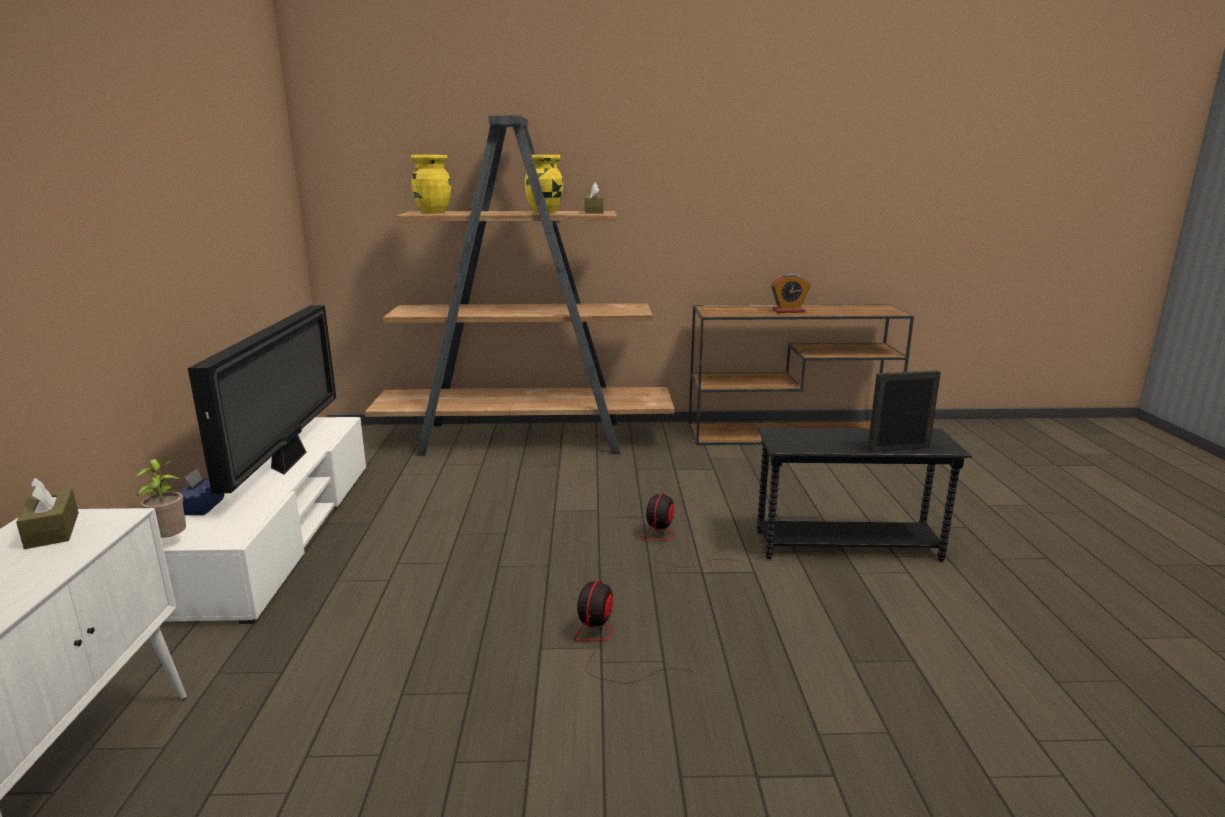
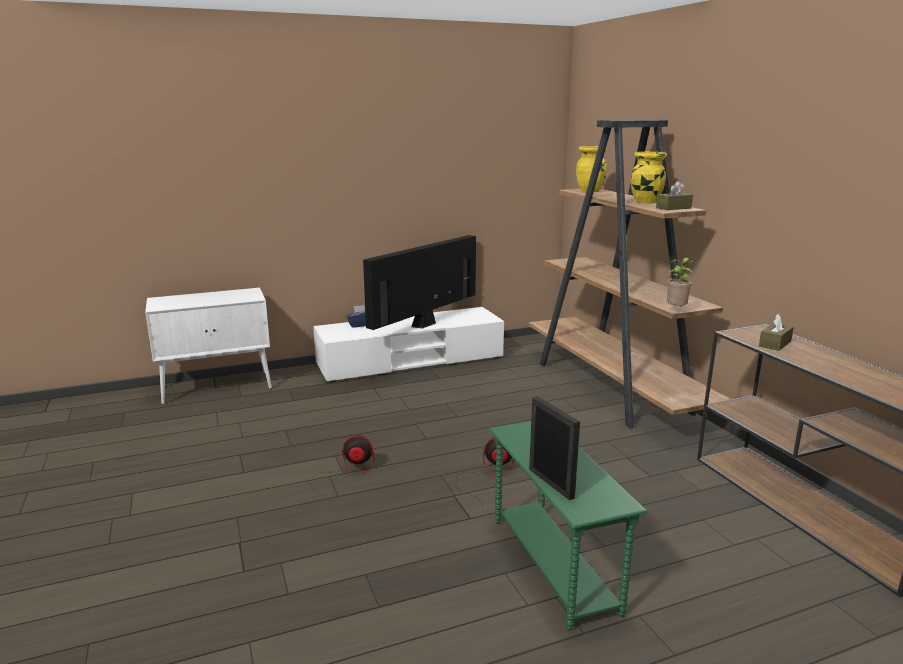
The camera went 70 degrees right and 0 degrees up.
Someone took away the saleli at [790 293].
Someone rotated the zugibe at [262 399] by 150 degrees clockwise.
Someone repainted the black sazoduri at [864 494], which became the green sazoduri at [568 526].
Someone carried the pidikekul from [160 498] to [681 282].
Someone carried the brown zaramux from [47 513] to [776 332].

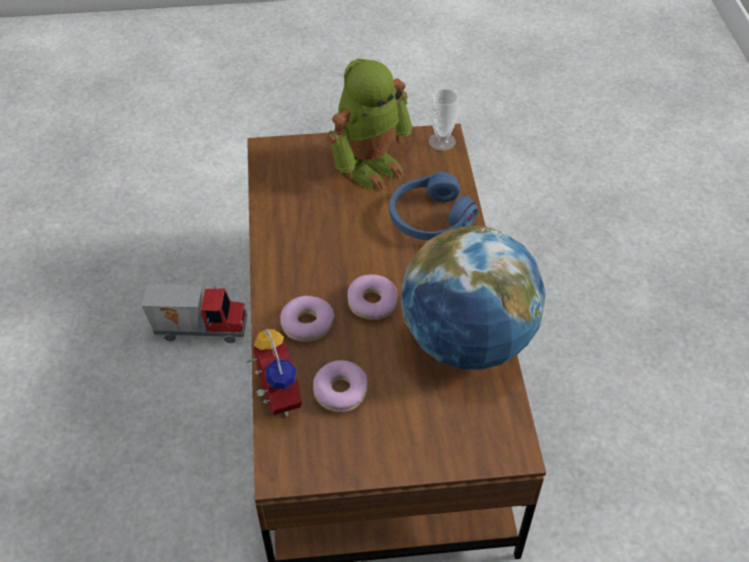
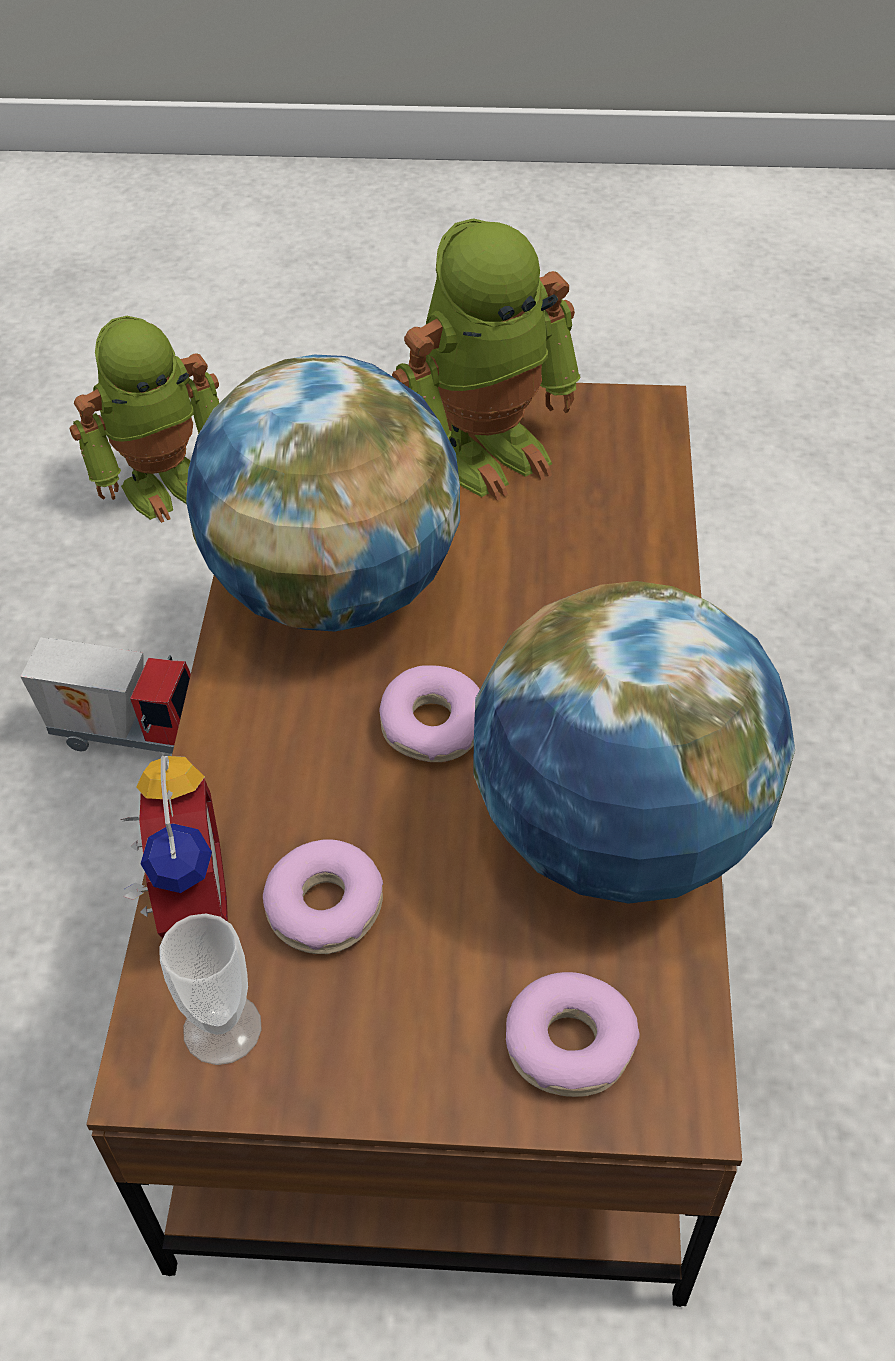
The camera went 10 degrees right and 0 degrees up.
Someone carried the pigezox from [444 120] to [210 989].
Someone took away the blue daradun at [434 206].
Someone carried the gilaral from [307 319] to [573 1034].
Someone put down the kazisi at [144 419].
Someone put down the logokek at [323 493].

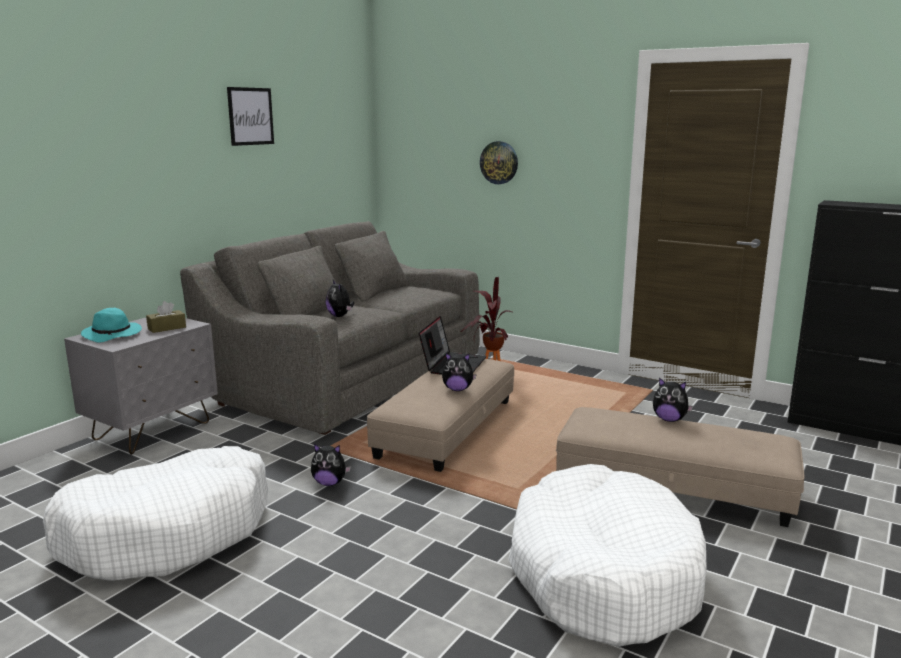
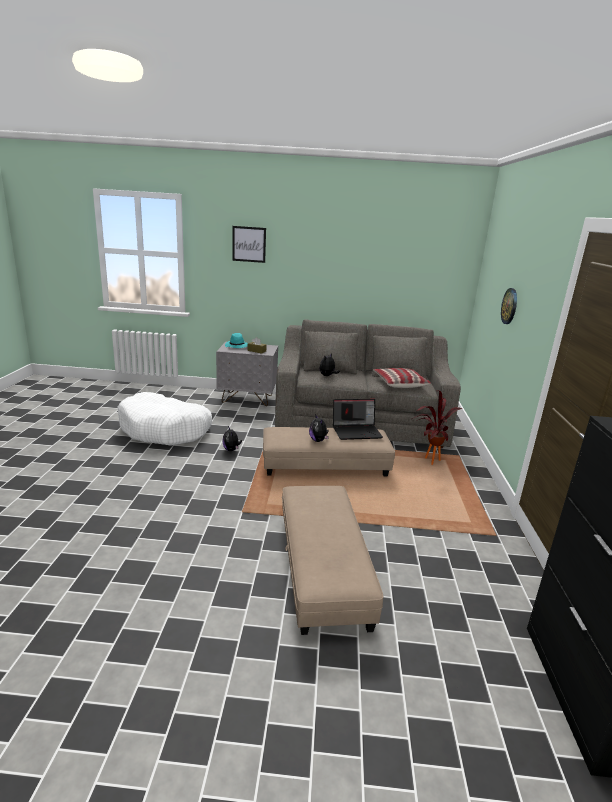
The camera went 60 degrees right and 5 degrees up.
Someone carried the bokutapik from [250 116] to [249 244].
Someone took away the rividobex at [673 399].
Someone took away the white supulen at [607 555].
Someone put down the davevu at [402 378].

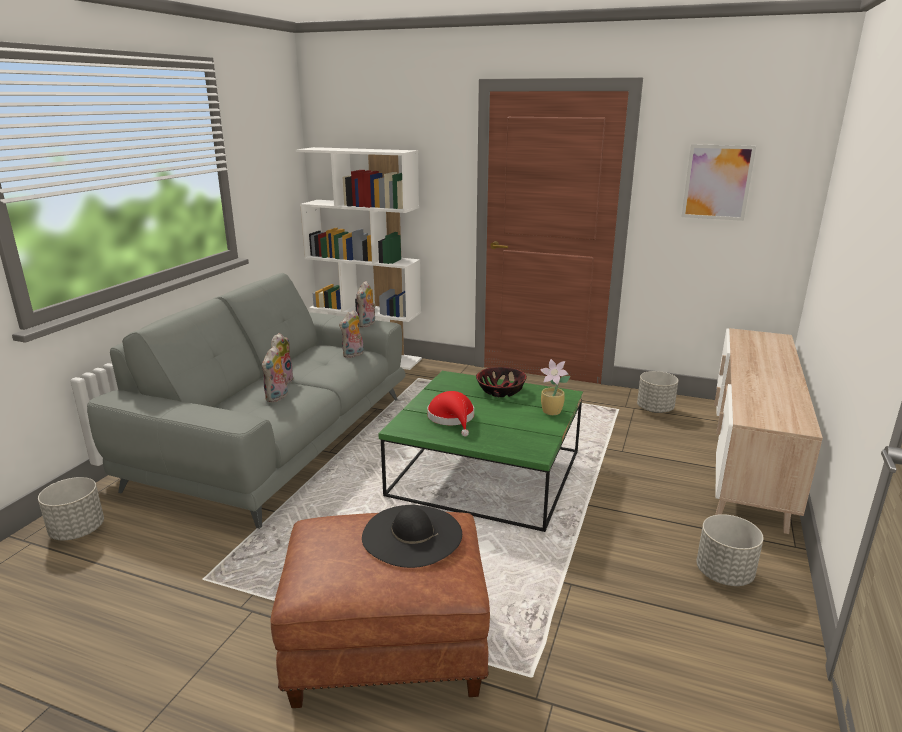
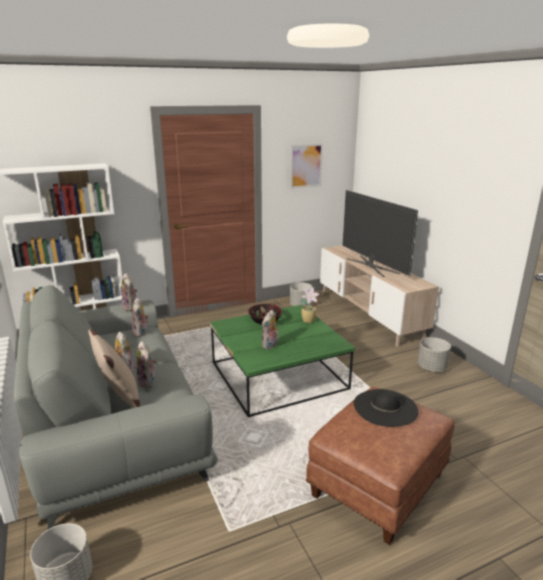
The camera went 45 degrees left and 0 degrees up.
Someone swapped the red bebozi at [450 413] for the rividobex at [270 329].
Someone put down the zugibe at [380 233].
Someone put down the beige davevu at [114 368].

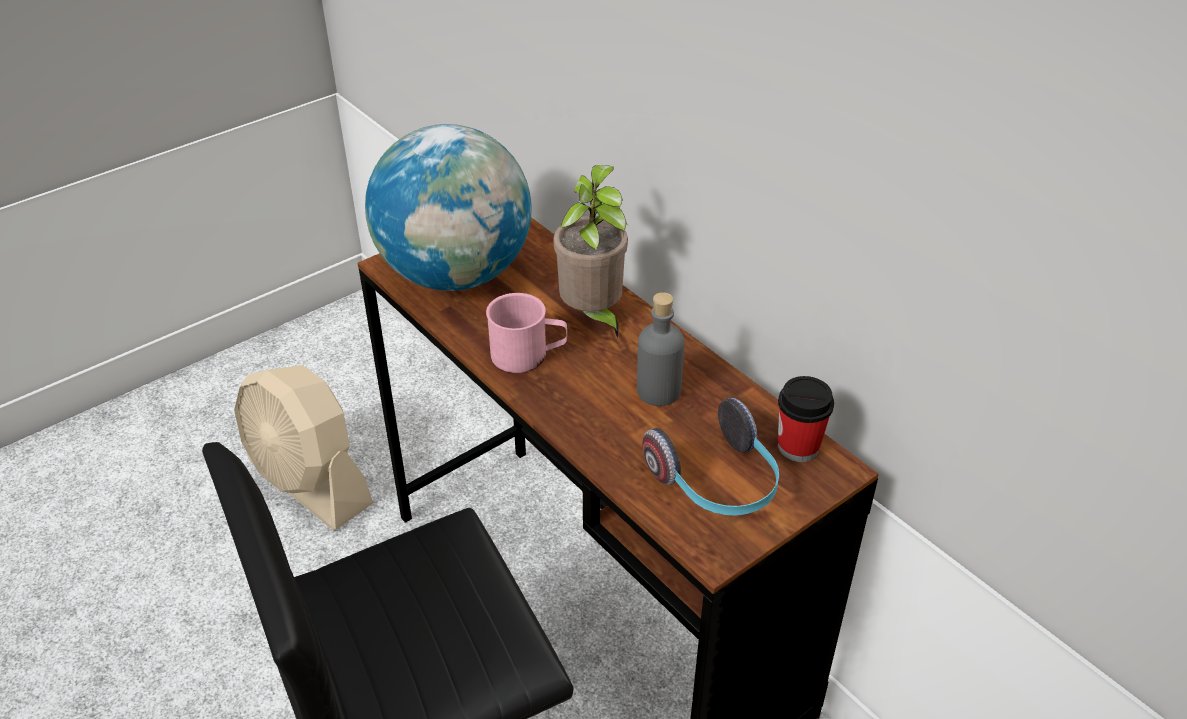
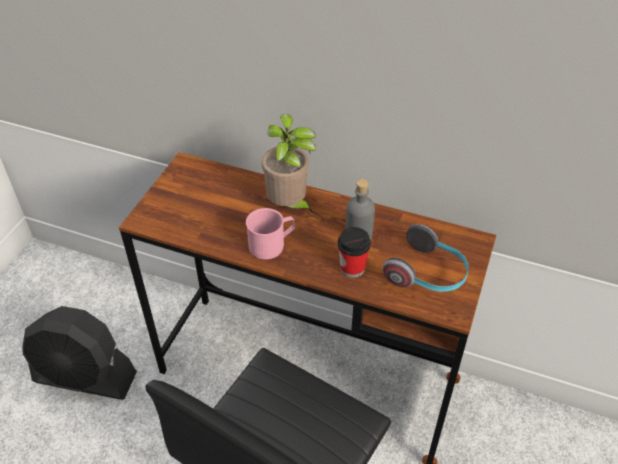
The camera went 30 degrees left and 5 degrees up.
Someone took away the logokek at [448 207].
Someone repainted the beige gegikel at [303 447], which became the black gegikel at [79 353].
Someone carried the pigezox from [806 419] to [354 252].

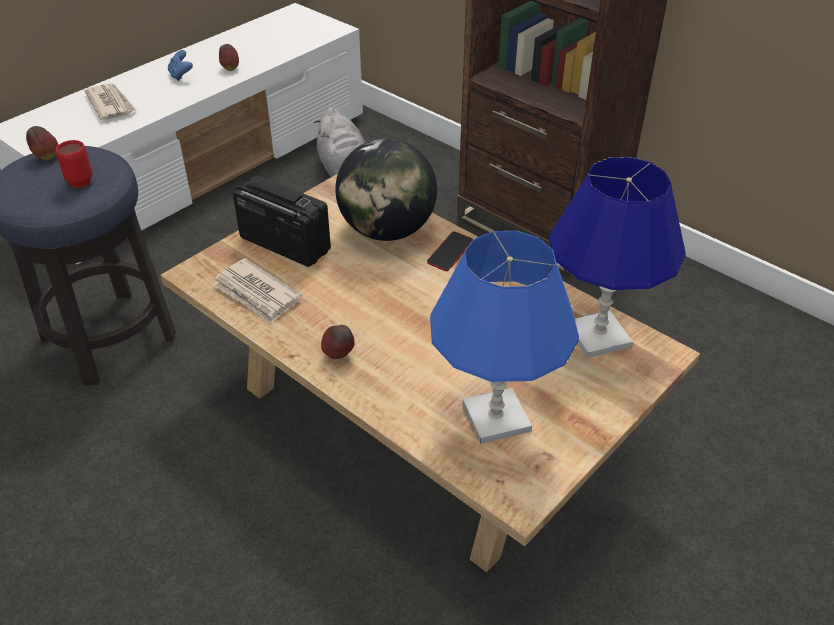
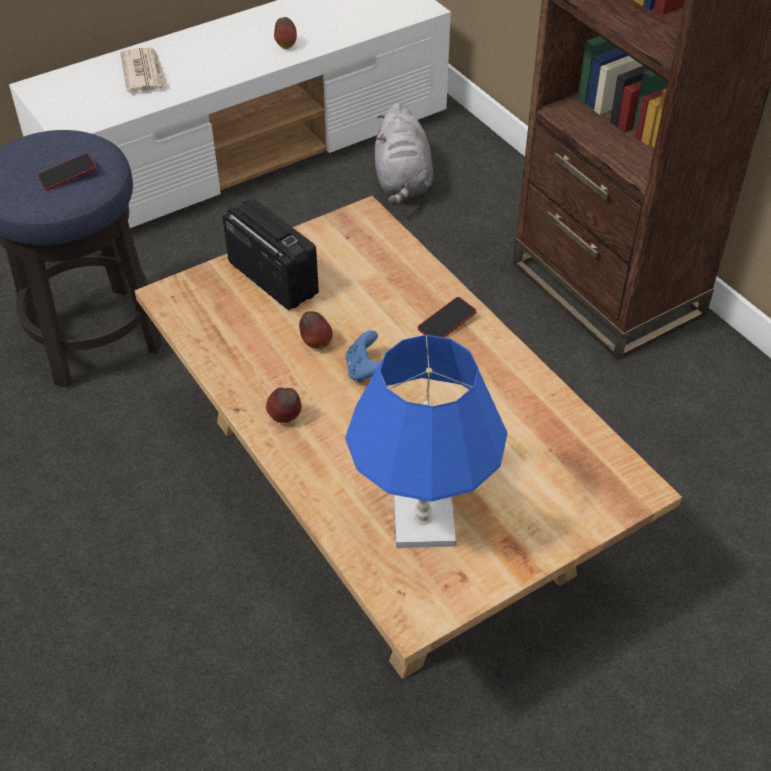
The camera went 15 degrees right and 5 degrees up.
Someone carried the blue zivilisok from [180 65] to [363 356].
Someone carried the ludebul from [42 143] to [316 330].
Someone took away the logokek at [386 189].
Someone swapped the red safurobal at [74 164] for the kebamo at [67 171].
Someone took away the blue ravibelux at [617 257].
Someone took away the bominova at [257 291].

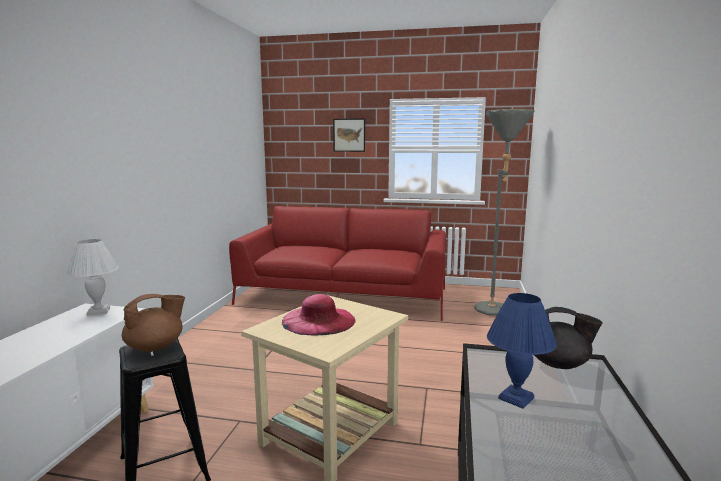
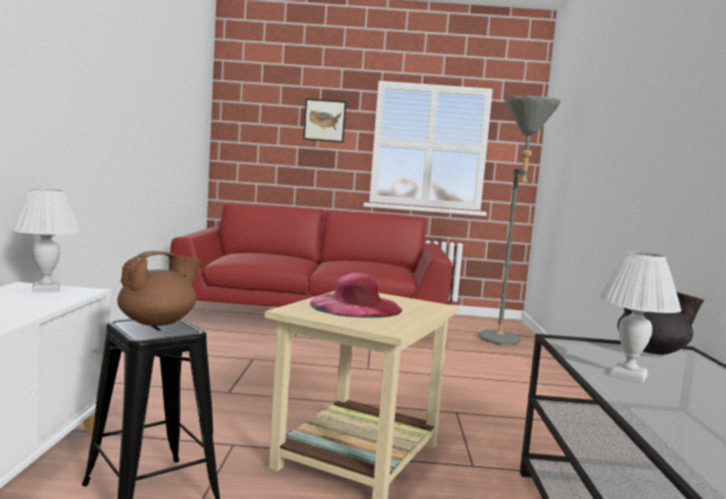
The camera went 10 degrees left and 5 degrees down.
Someone repainted the blue ravibelux at [522 351], which became the white ravibelux at [639 317].

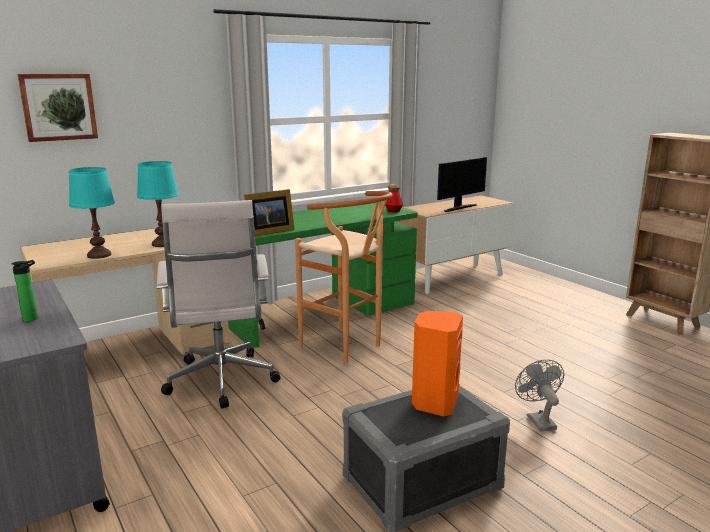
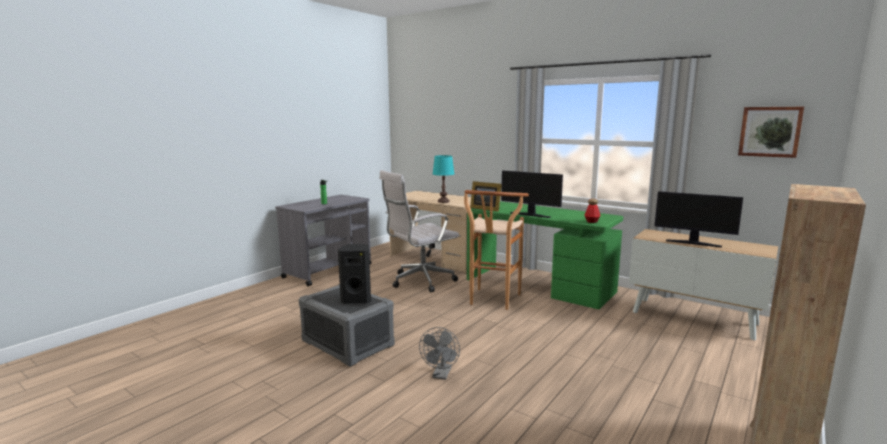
The camera went 70 degrees right and 5 degrees down.
Someone carried the bokutapik from [57 108] to [771 132].
Someone took away the turquoise ravibelux at [92 213].
Someone repainted the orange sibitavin at [437 364], which became the black sibitavin at [354 274].
Someone rotated the grey gegikel at [539 396] by 135 degrees clockwise.
Someone put down the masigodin at [532 194].

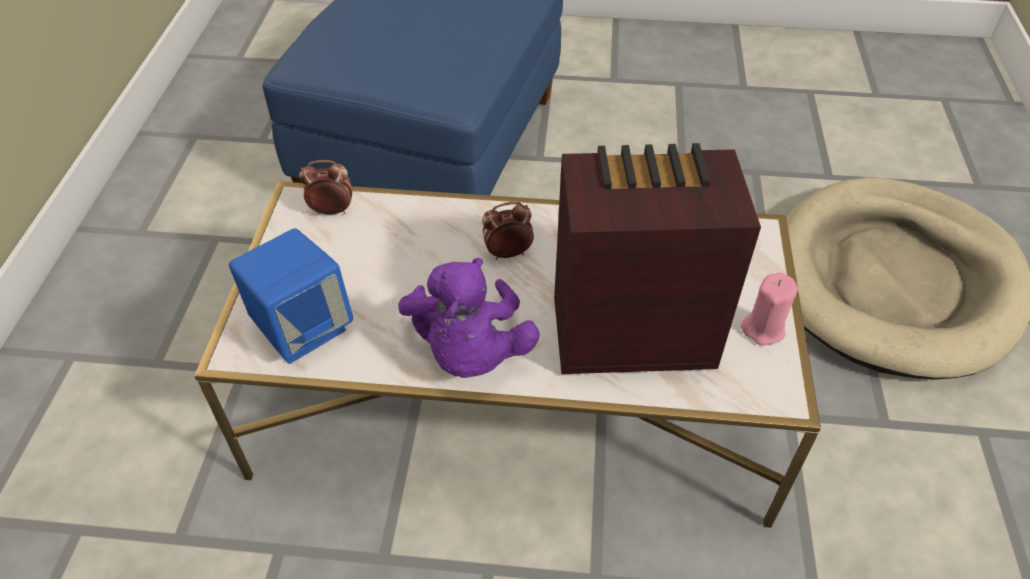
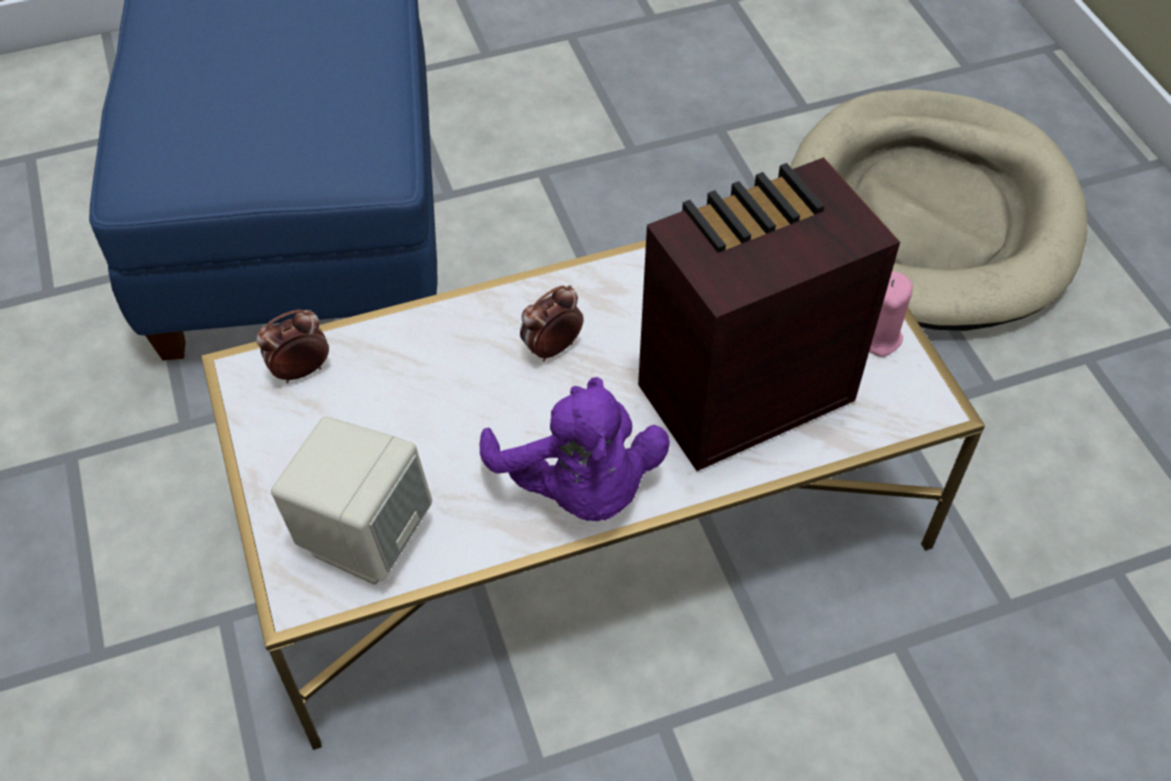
The camera went 25 degrees left and 5 degrees up.
Someone repainted the blue sibitavin at [291 296], which became the beige sibitavin at [351 500].

